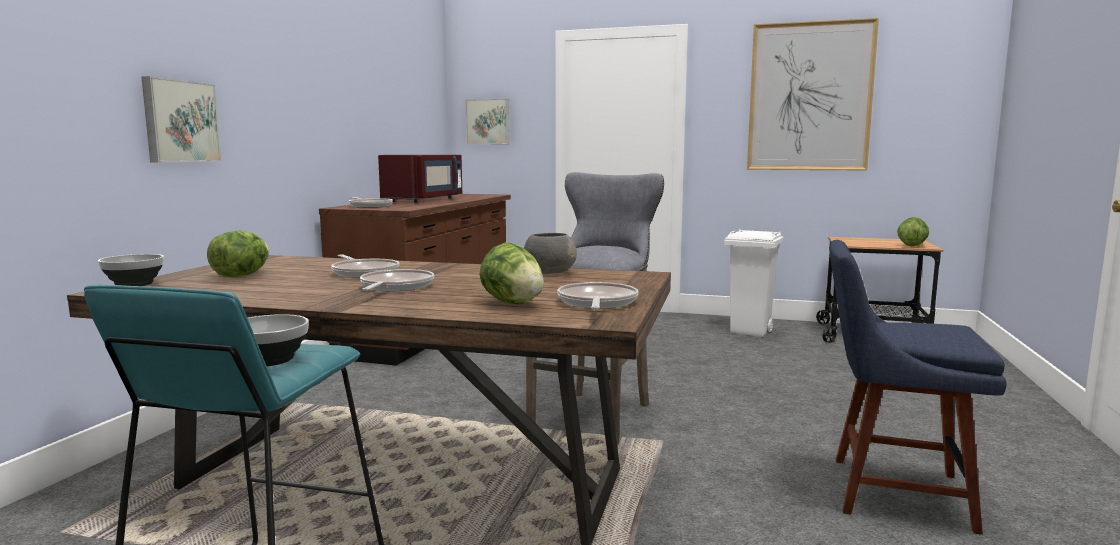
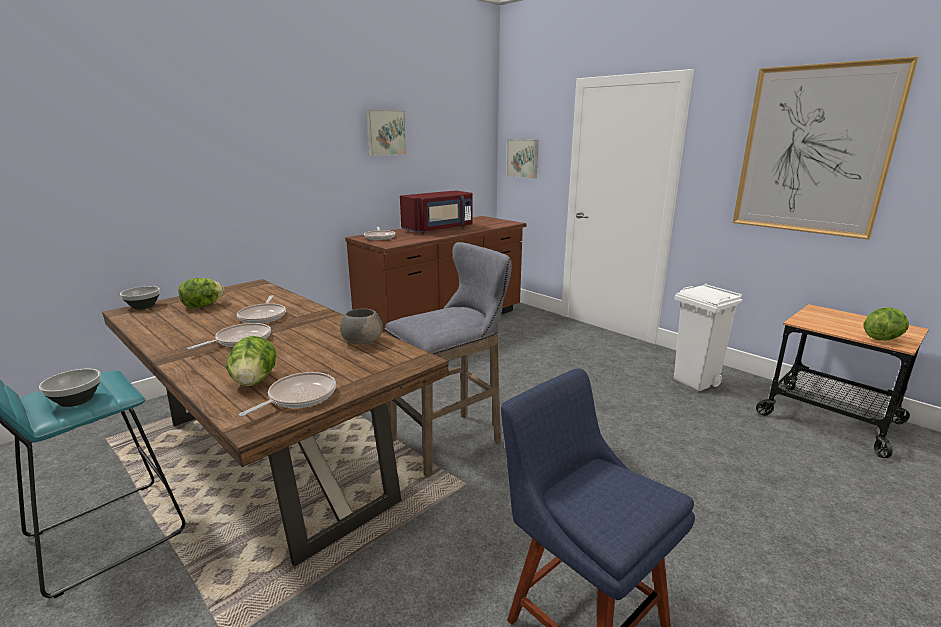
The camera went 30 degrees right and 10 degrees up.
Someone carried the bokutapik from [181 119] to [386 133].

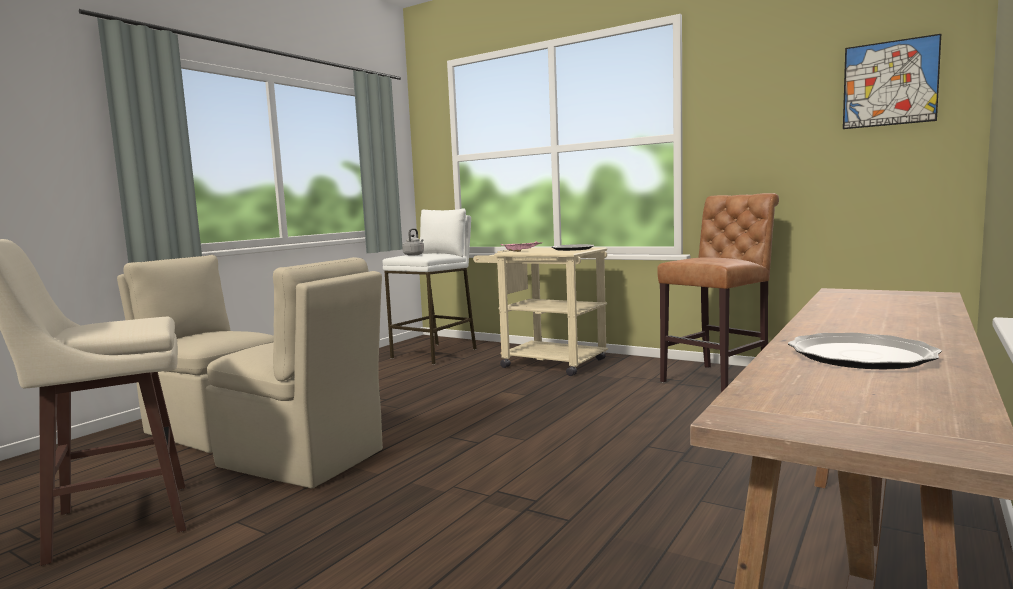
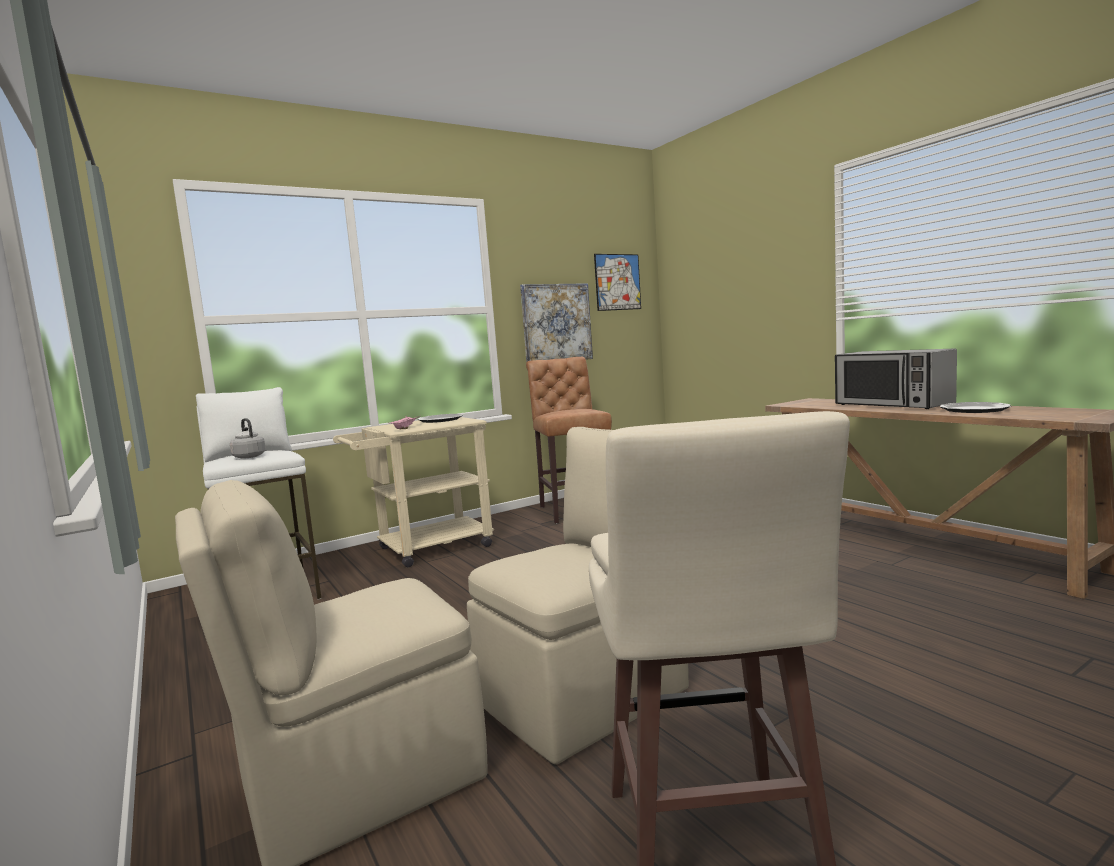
The camera went 65 degrees left and 0 degrees up.
Someone put up the bokutapik at [556 323].
Someone put down the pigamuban at [896 379].

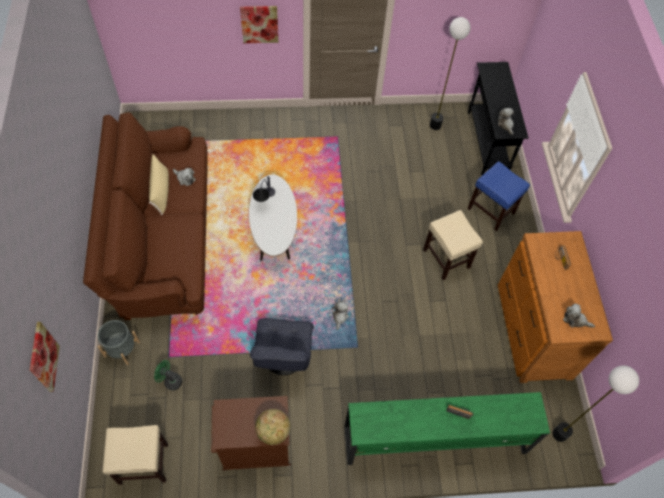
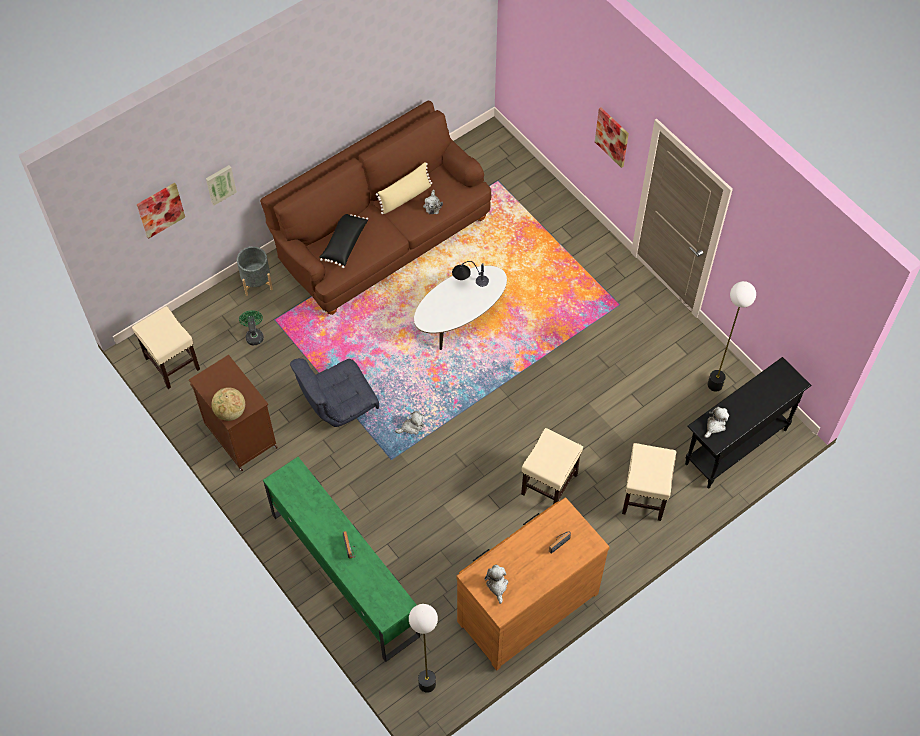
The camera went 60 degrees right and 0 degrees up.
Someone repainted the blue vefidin at [498 196], which became the beige vefidin at [649 482].
Someone put up the bokutapik at [221 185].
Someone put down the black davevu at [343 241].

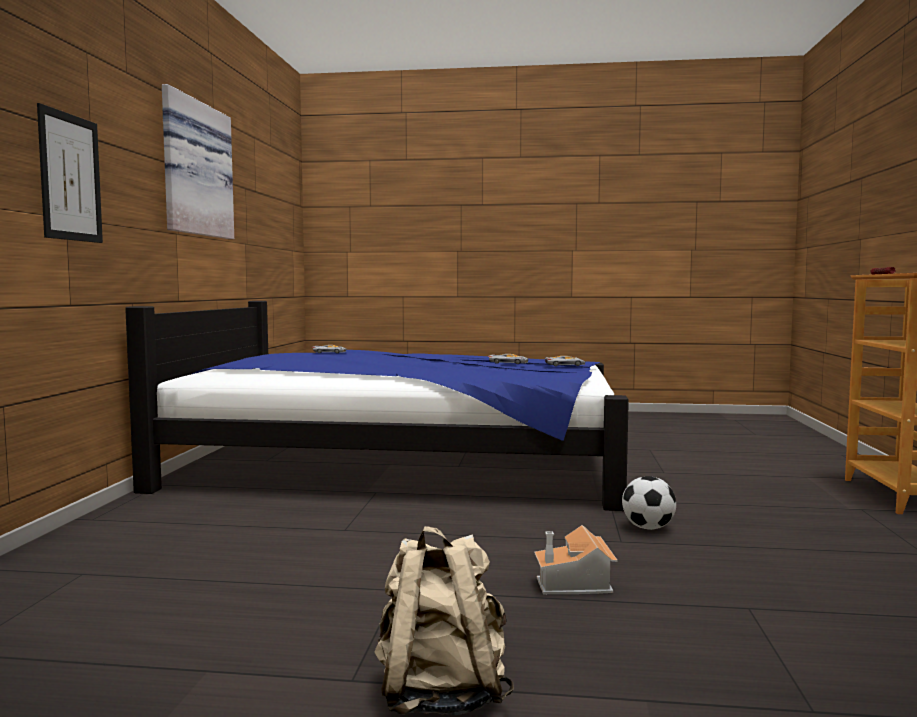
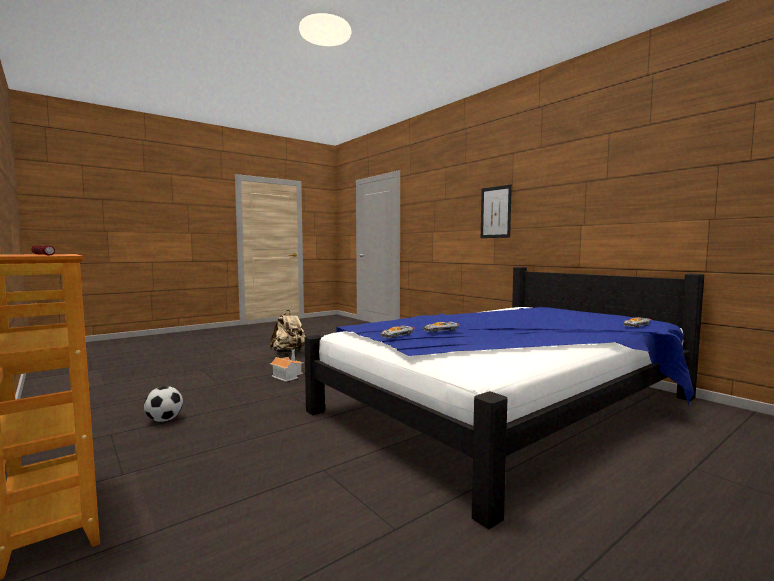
The camera went 135 degrees right and 0 degrees up.
Someone took away the bokutapik at [198 161].
Someone carried the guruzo from [649 503] to [163 404].

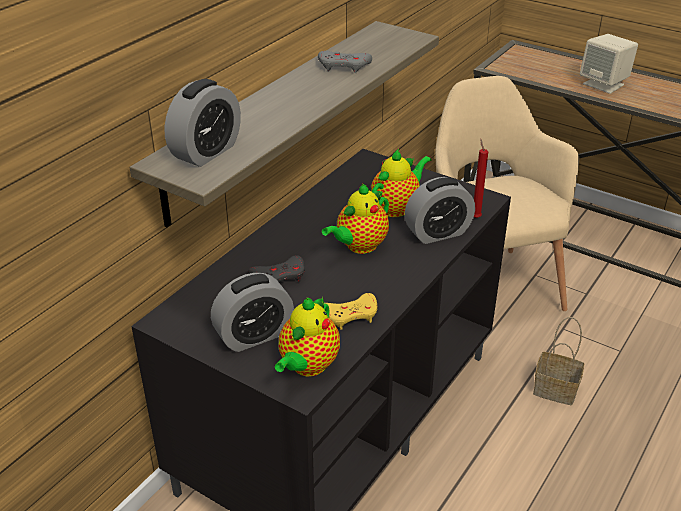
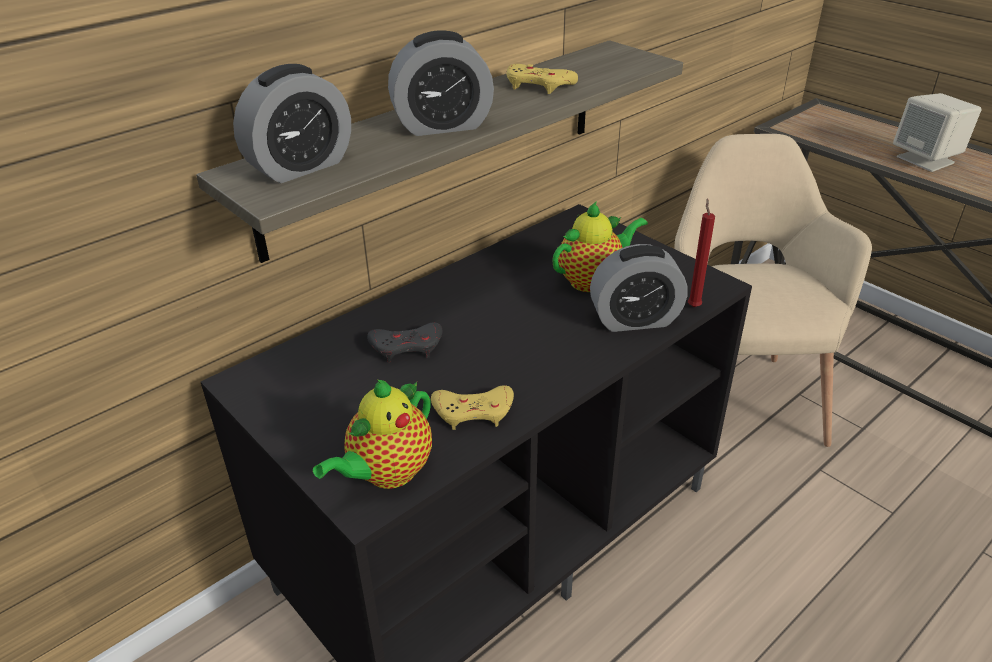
The camera went 15 degrees right and 0 degrees up.
Someone repainted the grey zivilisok at [345 62], which became the yellow zivilisok at [542 79].
Someone took away the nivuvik at [355 218].
Someone carried the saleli from [252 312] to [441 83].
Someone took away the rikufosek at [558 361].

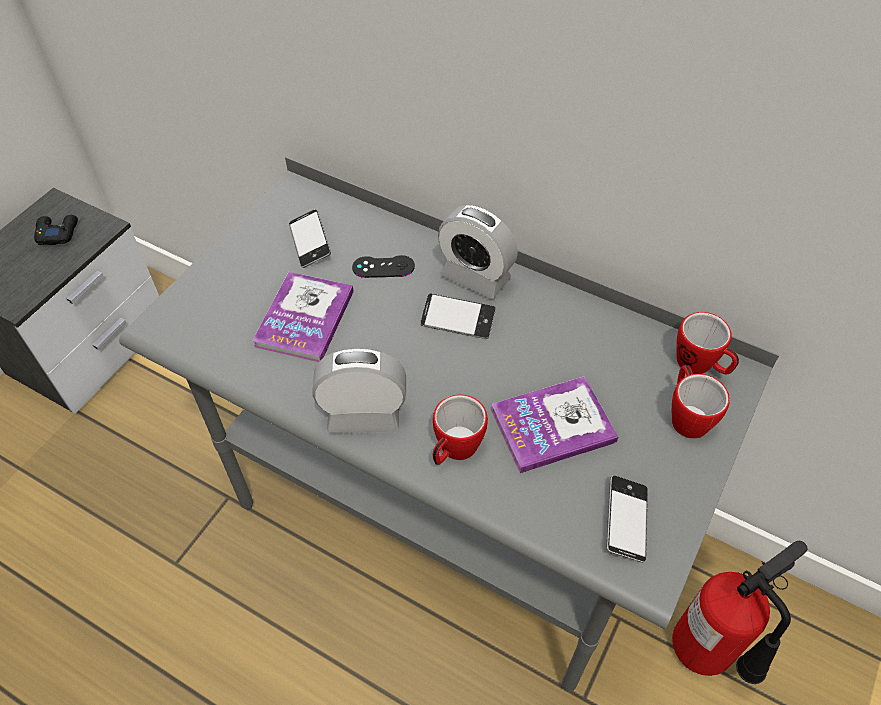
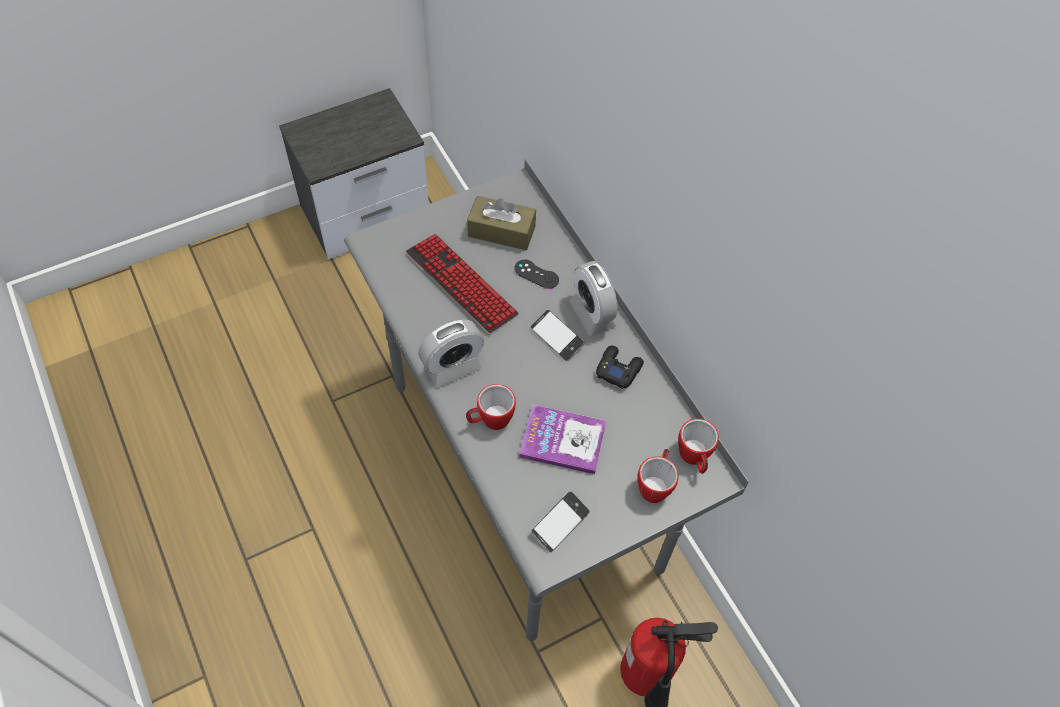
The camera went 30 degrees right and 5 degrees up.
Someone swapped the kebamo at [310 238] for the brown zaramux at [501 223].
Someone carried the black zivilisok from [56 230] to [620 367].
Someone swapped the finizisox at [303 317] for the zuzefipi at [462 283].
Someone rotated the saleli at [359 390] by 120 degrees clockwise.

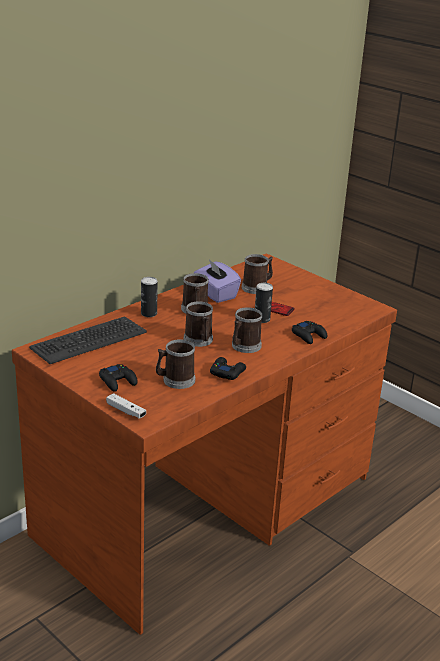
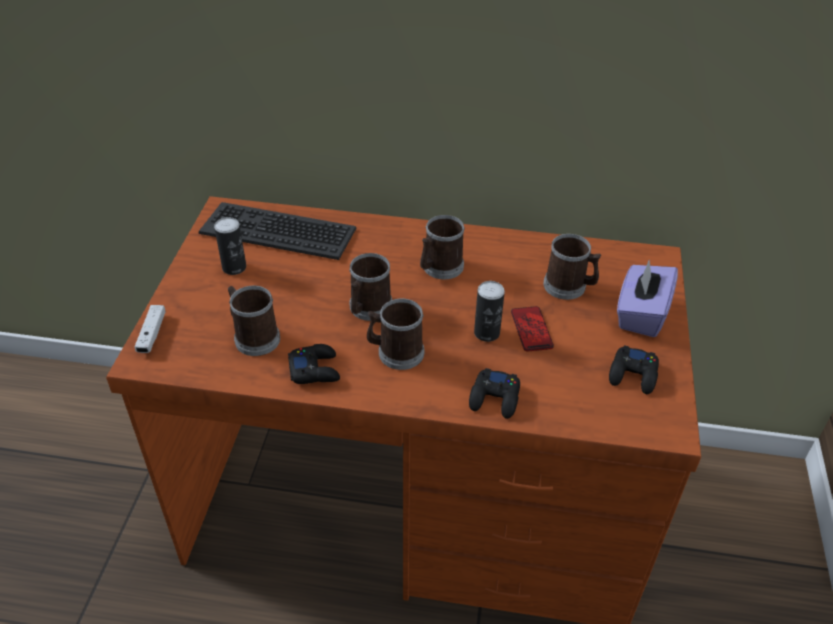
The camera went 55 degrees right and 15 degrees up.
Someone carried the purple zaramux from [217 281] to [647 298].
Someone carried the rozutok from [149 297] to [230 246].
Someone carried the black zivilisok from [118 378] to [634 369].

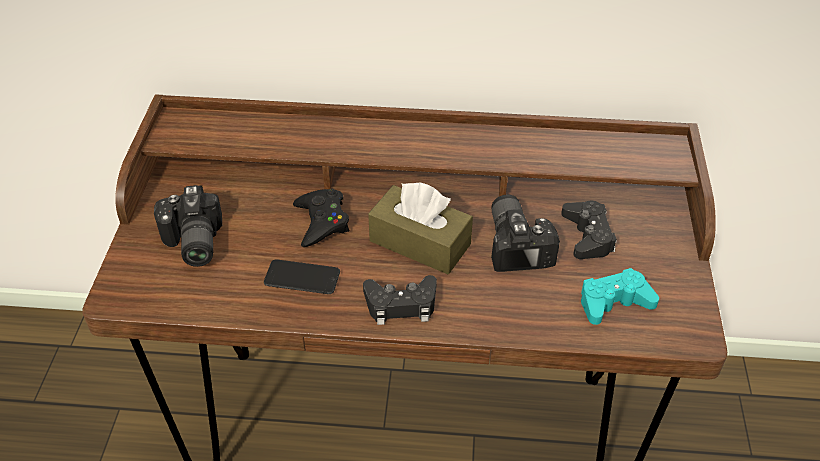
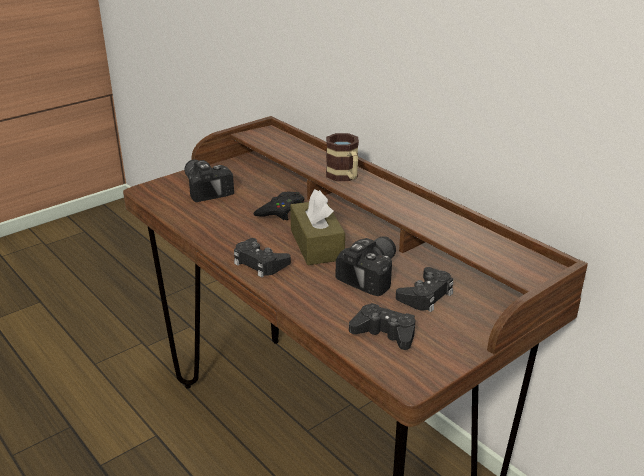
The camera went 45 degrees right and 15 degrees down.
Someone rotated the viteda at [188 226] by 120 degrees clockwise.
Someone took away the kebamo at [302 276].
Someone repainted the turquoise zivilisok at [620 296], which became the black zivilisok at [382 326].
Someone put down the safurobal at [342 157].

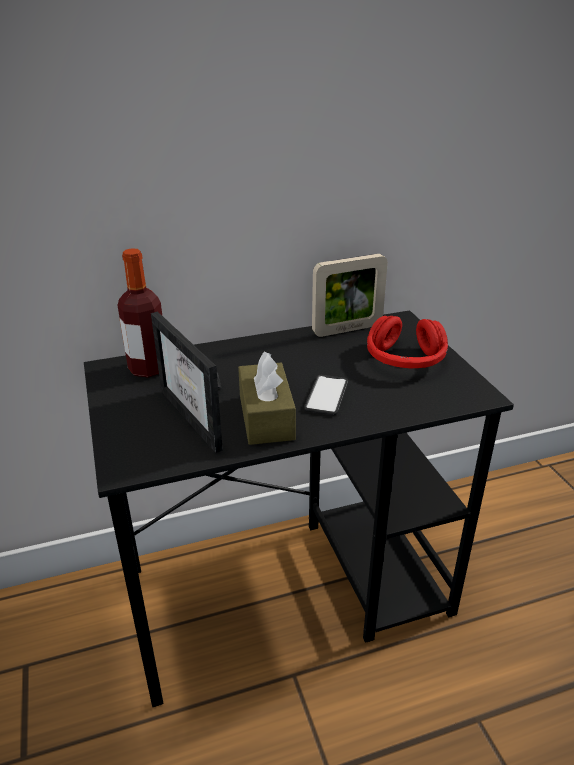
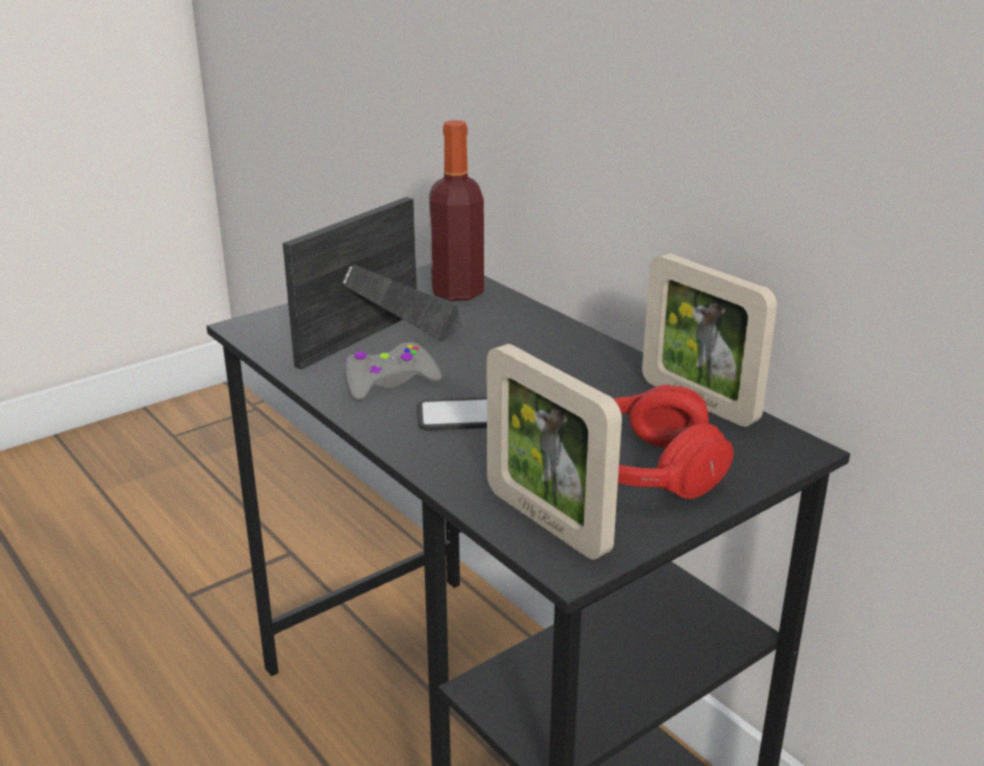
The camera went 70 degrees right and 5 degrees down.
Someone swapped the brown zaramux at [267 398] for the grey zivilisok at [393 371].
Someone put down the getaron at [554 452].

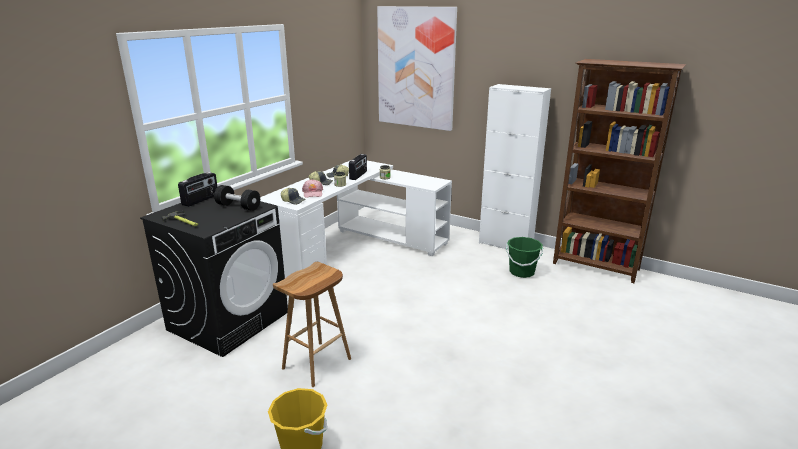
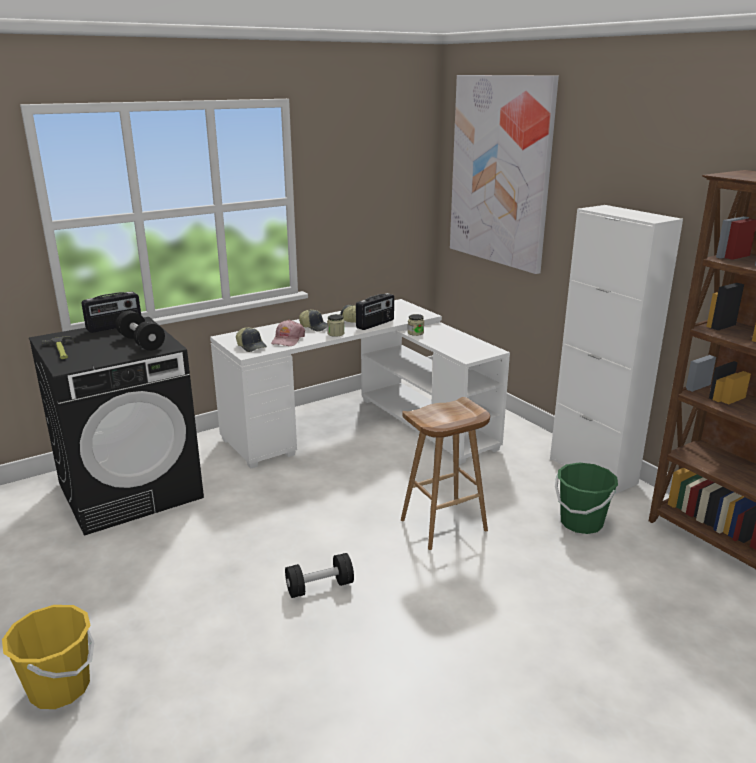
The camera went 25 degrees right and 0 degrees up.
Someone carried the brown vefidin from [312 324] to [445 473].
Someone put down the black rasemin at [319 575].

